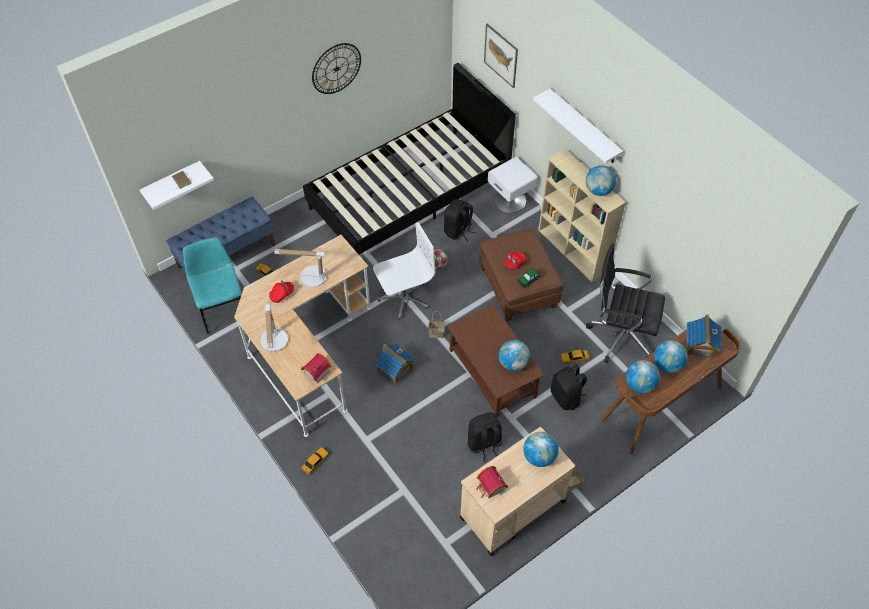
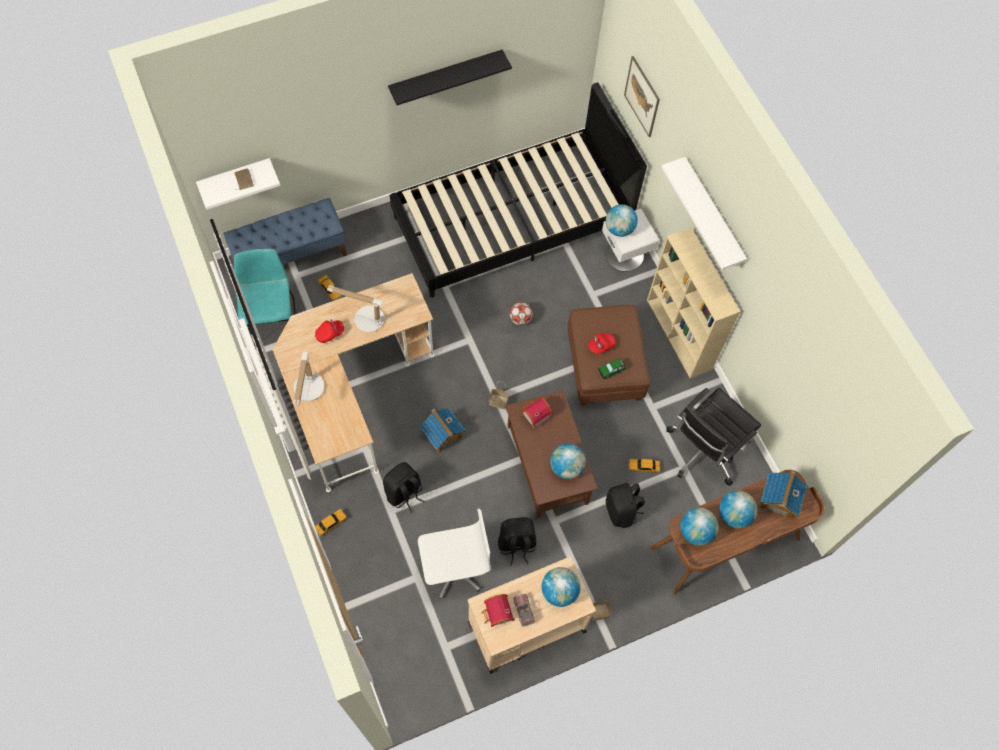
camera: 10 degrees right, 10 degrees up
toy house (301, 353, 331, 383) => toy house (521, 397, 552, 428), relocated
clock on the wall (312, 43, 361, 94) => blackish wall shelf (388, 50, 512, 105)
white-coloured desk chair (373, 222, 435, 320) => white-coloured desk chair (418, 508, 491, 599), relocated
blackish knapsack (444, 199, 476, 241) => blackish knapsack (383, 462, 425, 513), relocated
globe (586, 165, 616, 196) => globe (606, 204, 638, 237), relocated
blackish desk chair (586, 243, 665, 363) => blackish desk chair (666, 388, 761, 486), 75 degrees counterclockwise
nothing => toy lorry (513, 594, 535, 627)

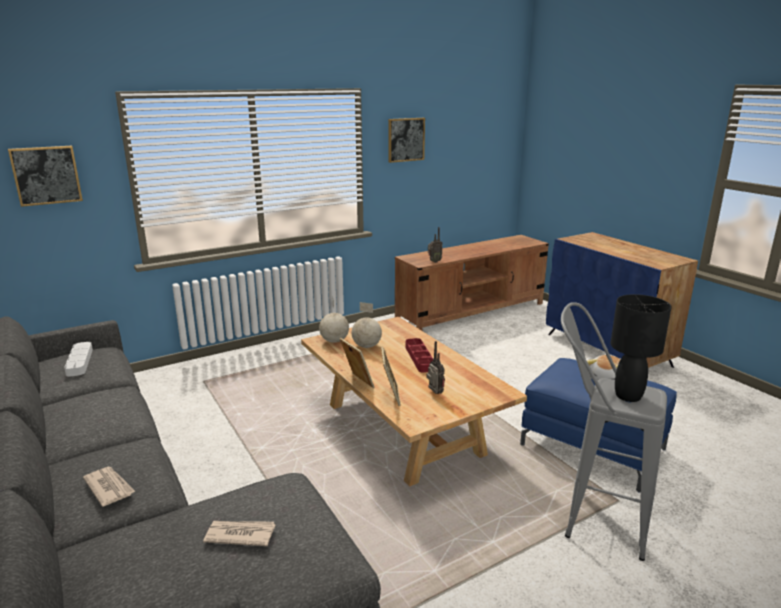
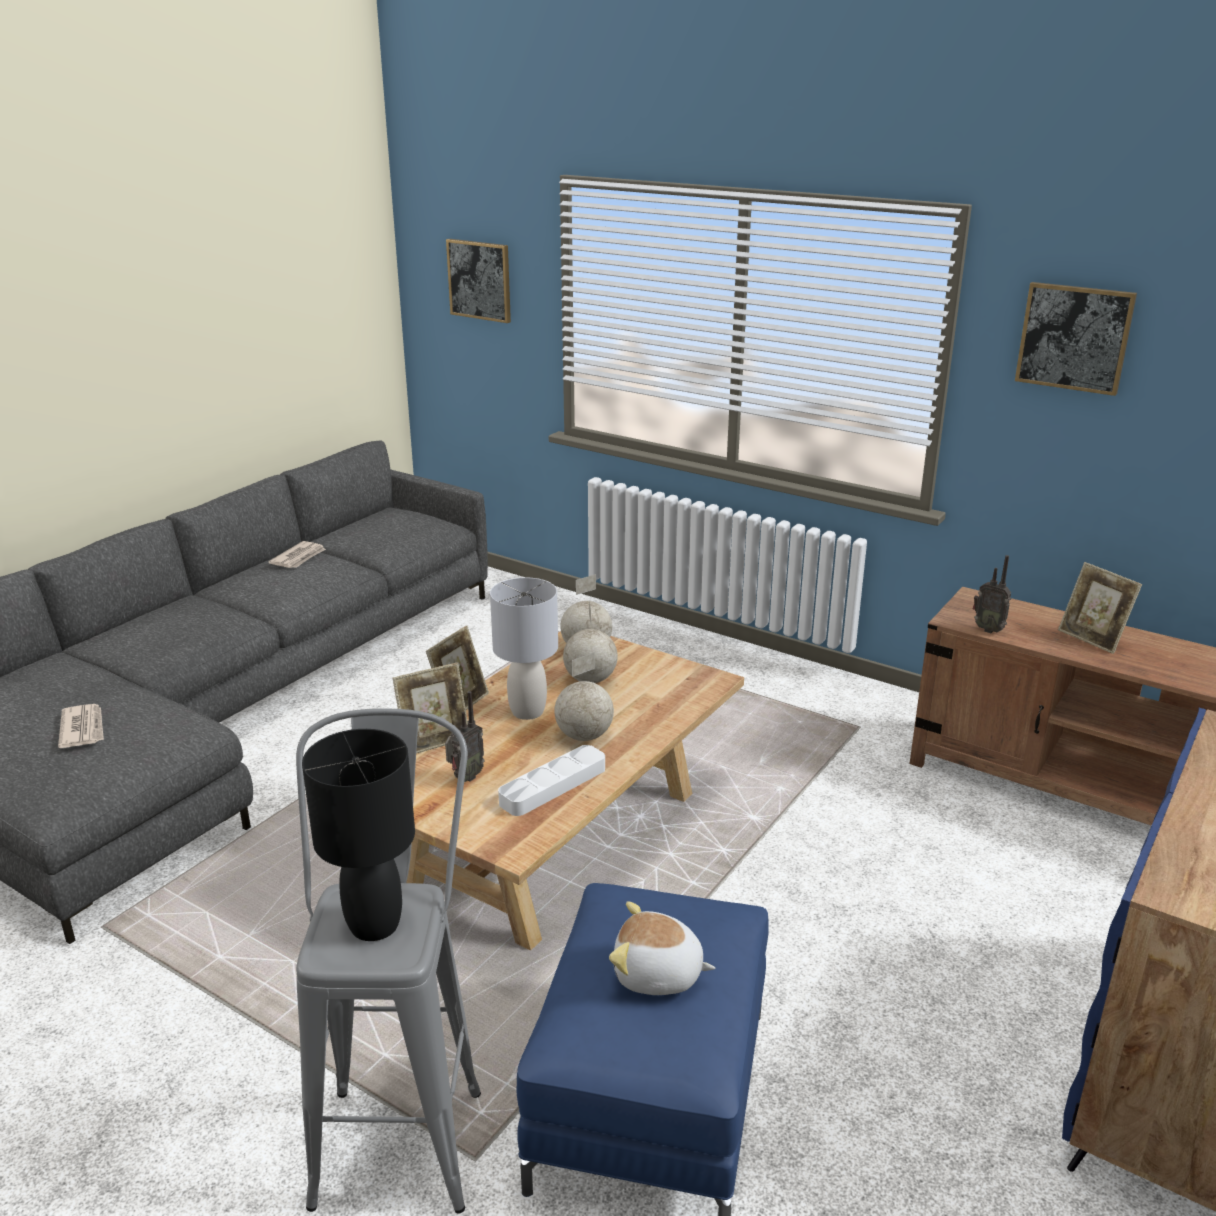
camera: 65 degrees right, 5 degrees up
white-coloured tray (64, 342, 93, 377) => white-coloured tray (498, 745, 605, 816), relocated
daily paper (83, 467, 135, 507) => daily paper (268, 541, 326, 568), relocated
red tray (406, 338, 433, 373) => globe (554, 652, 614, 741)
nothing => gray tabletop lamp (490, 577, 558, 720)
nothing => picture frame (1058, 562, 1142, 654)

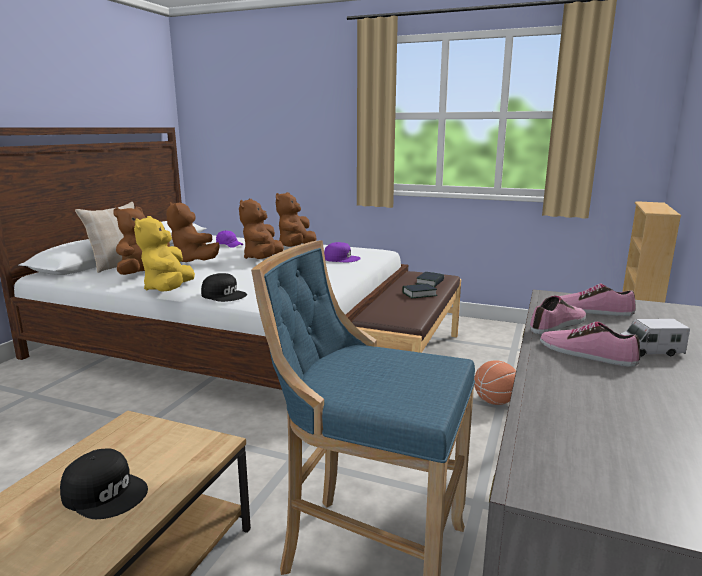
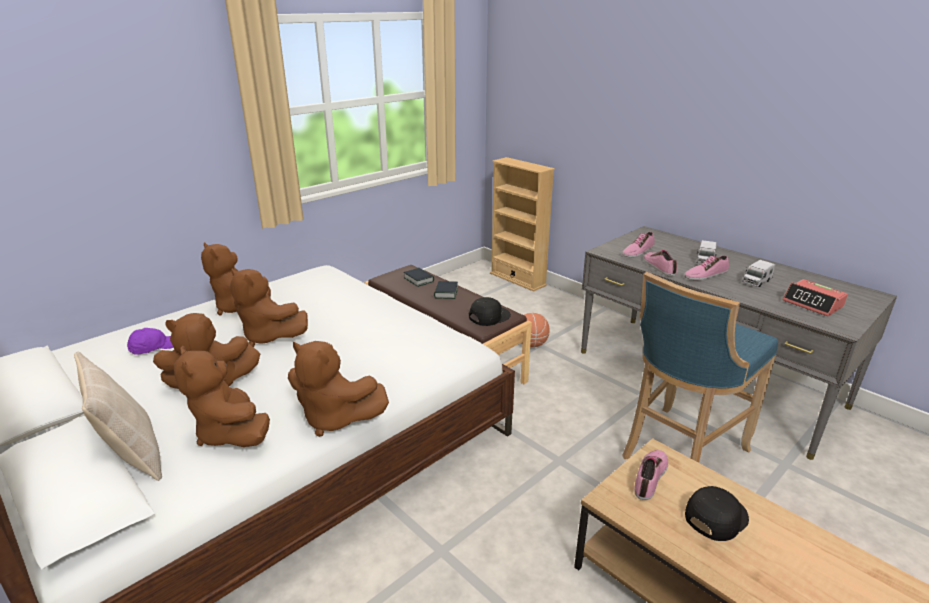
camera: 65 degrees left, 10 degrees up
yellow plush toy (134, 216, 195, 292) => brownish plush toy (288, 341, 389, 437)
blackish cap (201, 273, 247, 302) => blackish cap (469, 297, 511, 326), relocated
purple cap (324, 242, 361, 263) => nothing
nothing => low shoe (634, 450, 668, 500)
nothing => toy lorry (742, 260, 775, 287)
nothing => bedside clock (782, 279, 848, 316)

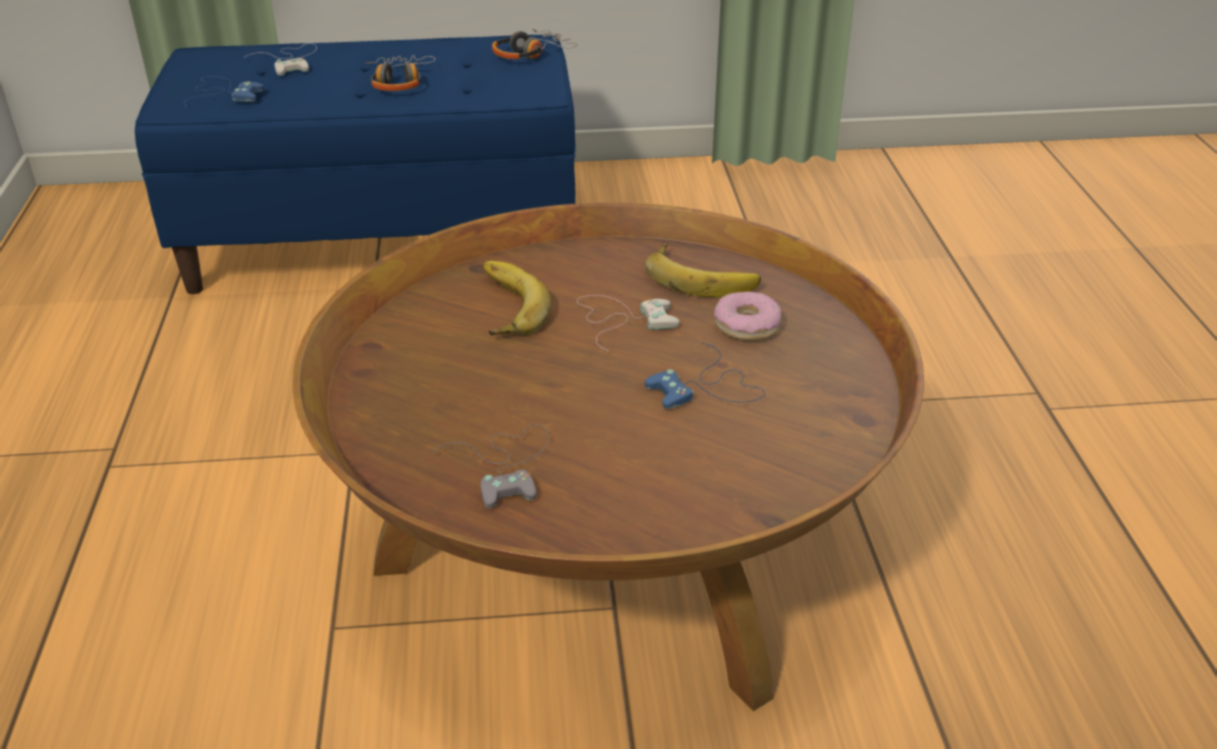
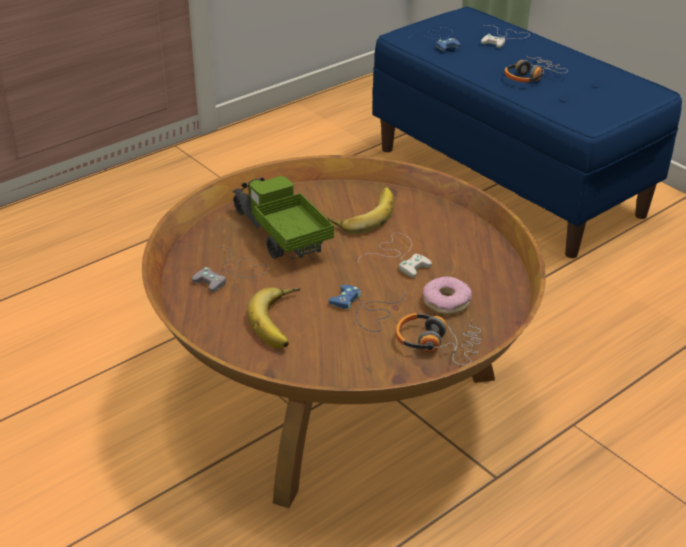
camera: 55 degrees right, 0 degrees up
headphones (492, 29, 578, 59) => headphones (396, 313, 481, 366), relocated
banana fruit (645, 242, 761, 298) => banana fruit (247, 287, 300, 348), relocated
nothing => toy lorry (232, 176, 334, 259)

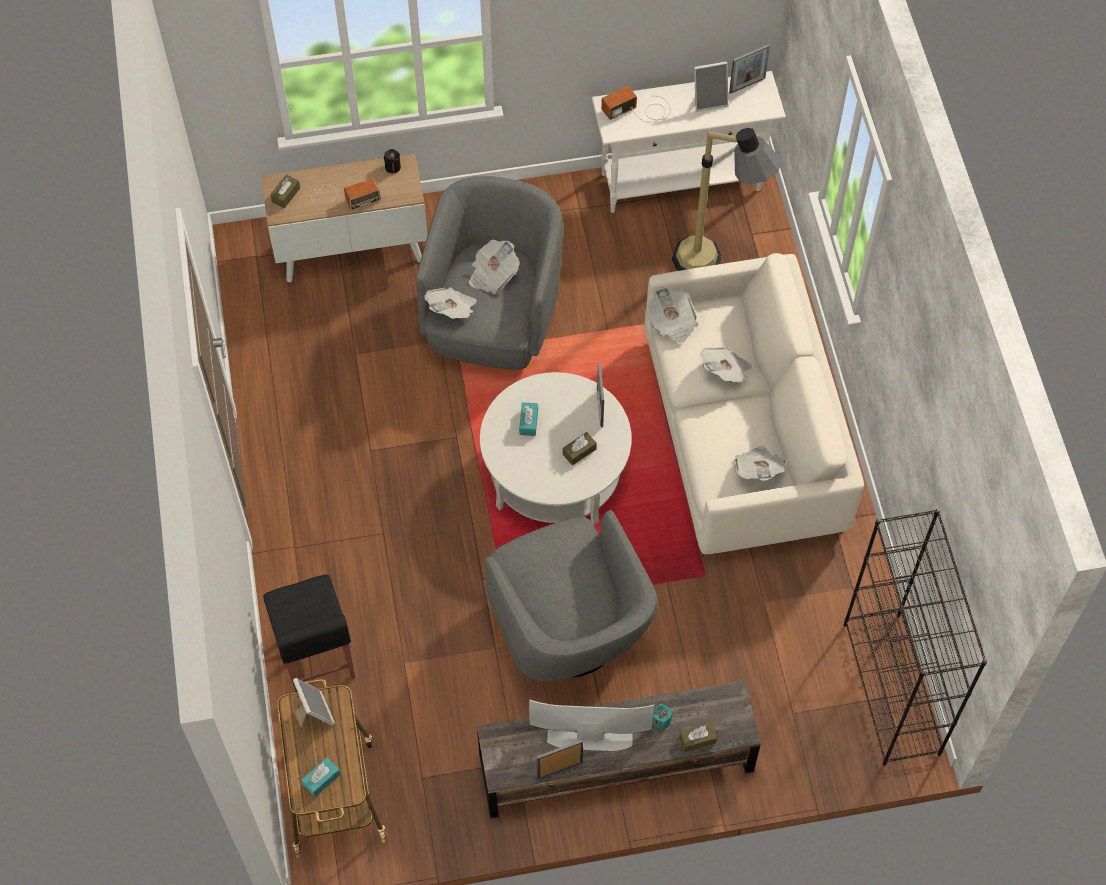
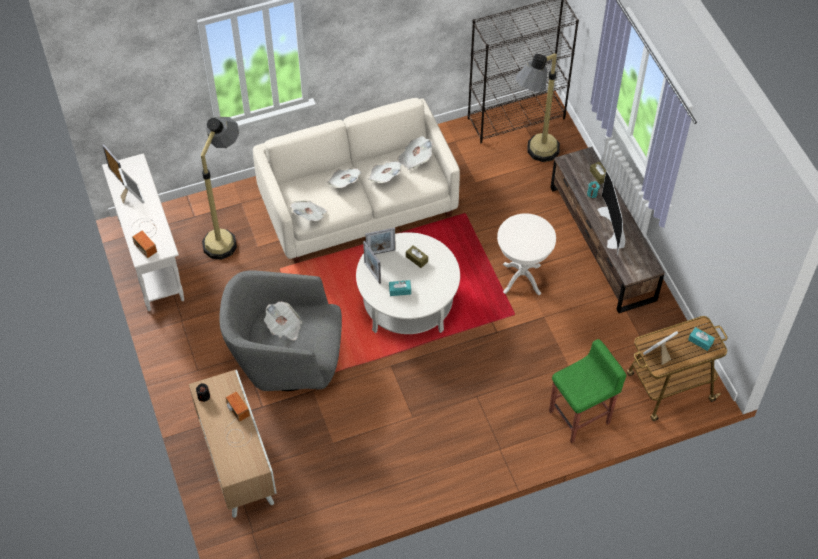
camera: 100 degrees left, 5 degrees down
blackish stool (263, 575, 355, 692) => greenish stool (549, 339, 626, 443)
brownish tissue holder (270, 175, 300, 208) => nothing
daily paper (424, 287, 477, 319) => daily paper (368, 161, 402, 183), relocated
gray easy chair (485, 510, 658, 681) => white-coloured side table (497, 213, 556, 295)
picture frame (537, 740, 583, 779) => picture frame (363, 241, 381, 284), relocated
nothing => standard lamp (516, 53, 560, 162)

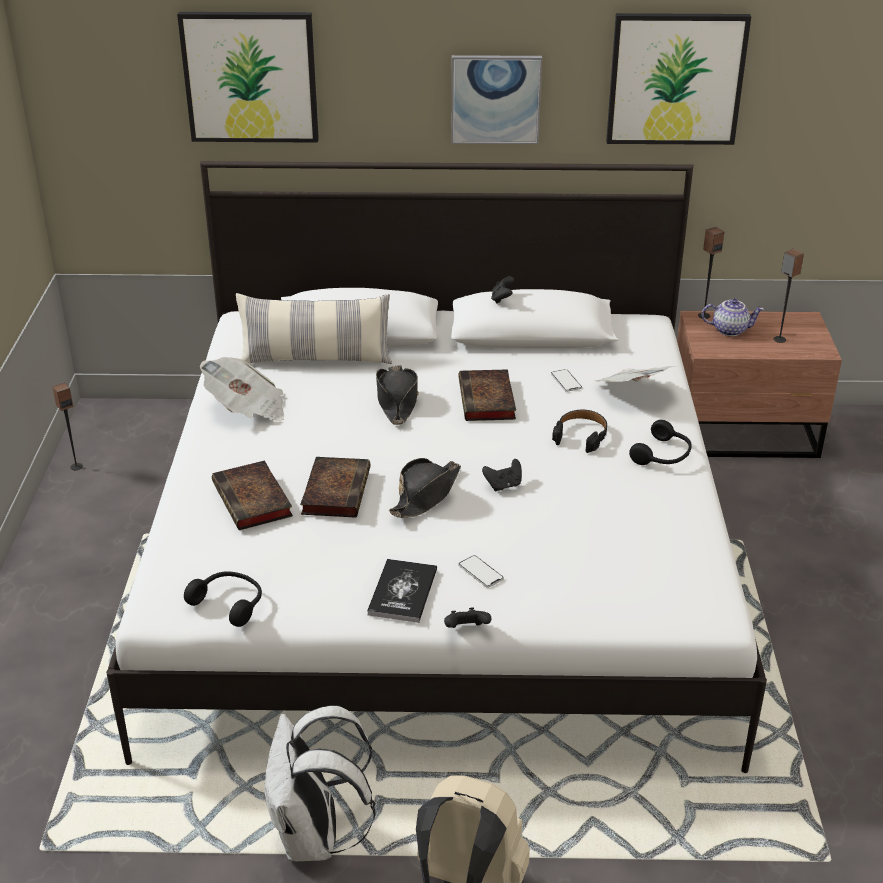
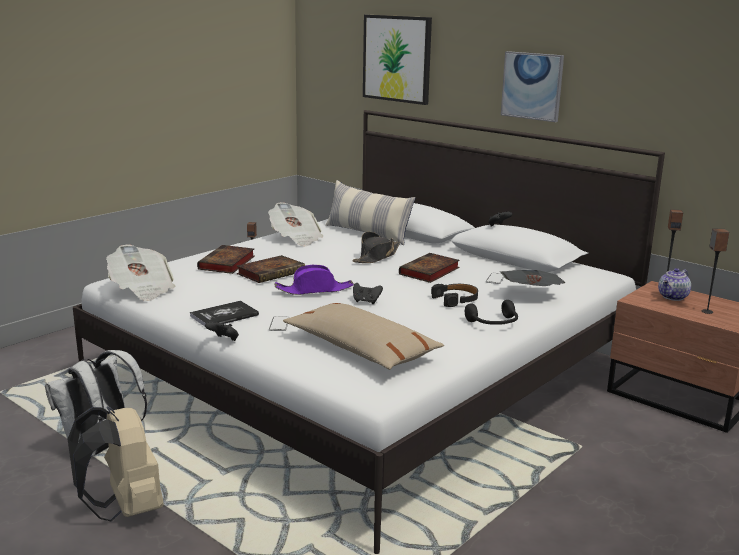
camera: 40 degrees right, 15 degrees down
blackish headphones (184, 571, 262, 627) => daily paper (106, 245, 176, 301)
blackish wearable hat (389, 458, 461, 518) => purple wearable hat (274, 265, 354, 295)
wall picture (606, 13, 751, 145) => nothing
tea pot (702, 299, 764, 336) => tea pot (658, 268, 691, 301), 90 degrees clockwise
nothing => beige throw pillow (283, 303, 444, 370)

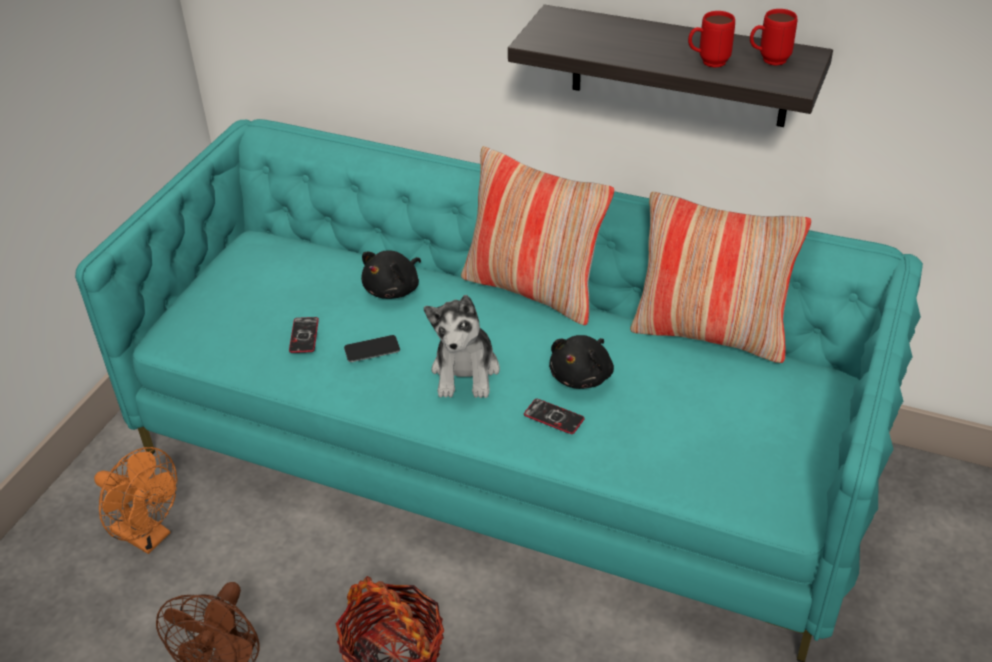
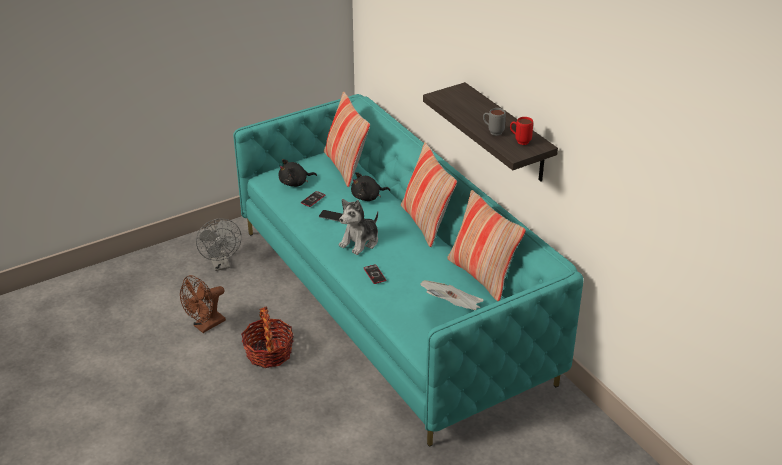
camera: 35 degrees right, 5 degrees down
orange-coloured electric fan (94, 447, 177, 554) => gray electric fan (196, 218, 242, 271)
blackish plush toy (549, 335, 614, 389) => blackish plush toy (279, 159, 317, 187), relocated
red mug (688, 11, 735, 68) => gray mug (483, 108, 506, 136)
nothing => throw pillow (324, 91, 370, 187)
nothing => daily paper (421, 280, 484, 310)

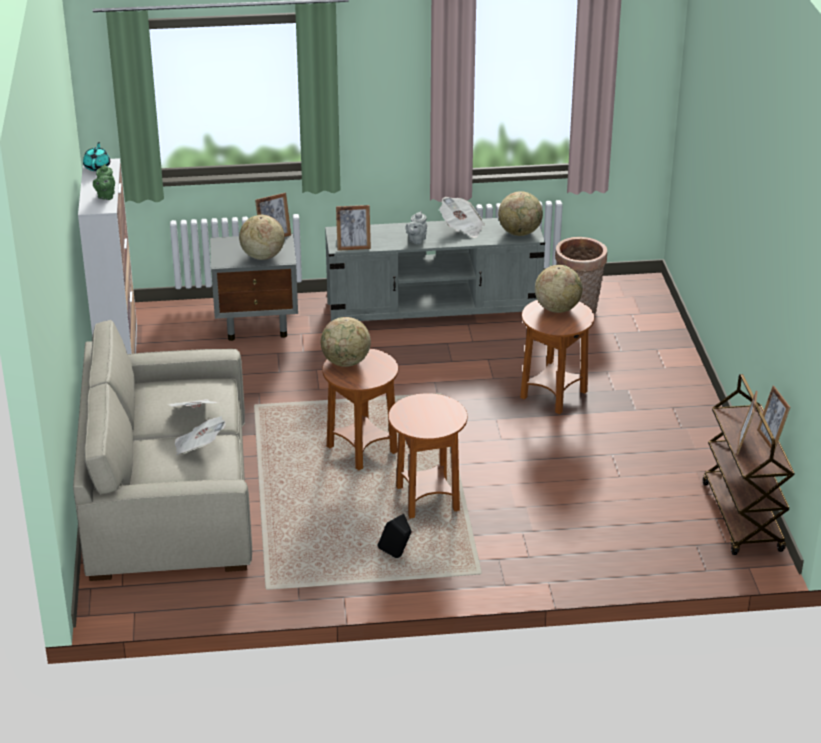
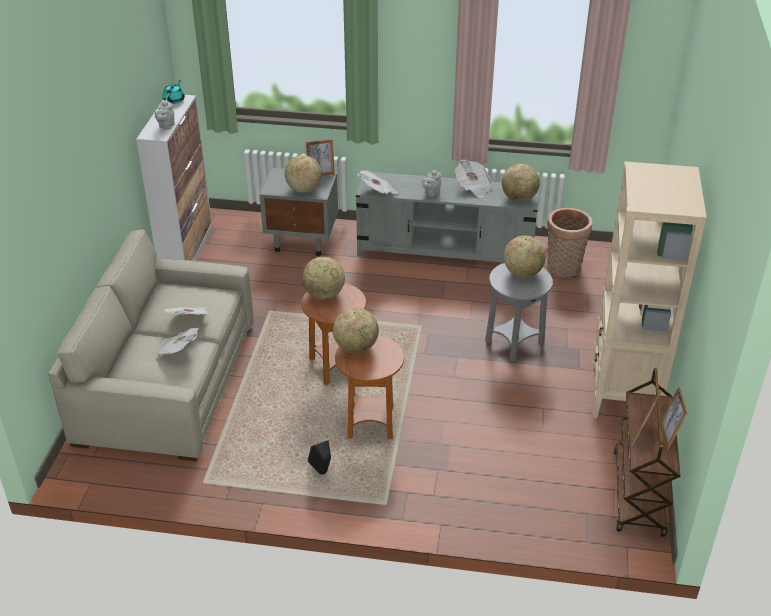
camera: 15 degrees right, 5 degrees up
greenish tea pot (93, 164, 115, 200) => gray tea pot (155, 99, 175, 130)
picture frame (336, 205, 371, 251) => daily paper (357, 170, 398, 194)
brownish side table (520, 300, 594, 414) => gray side table (485, 263, 553, 362)
nothing => globe (333, 308, 379, 353)
nothing => beige bookshelf (593, 161, 707, 418)

